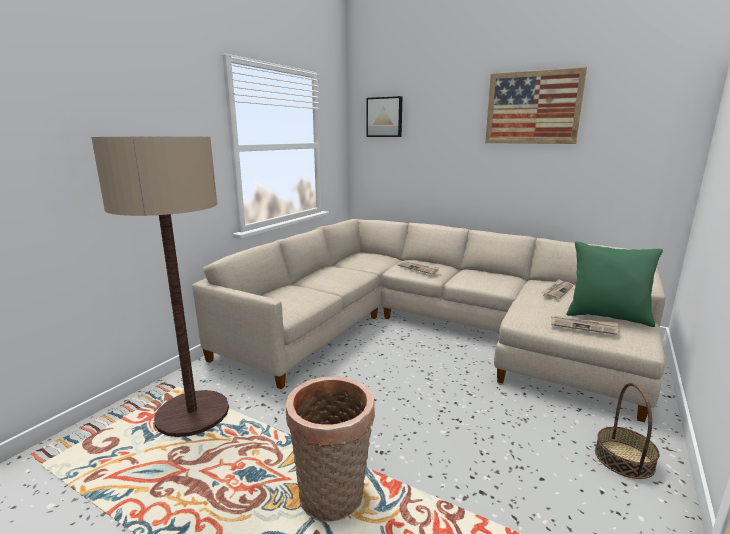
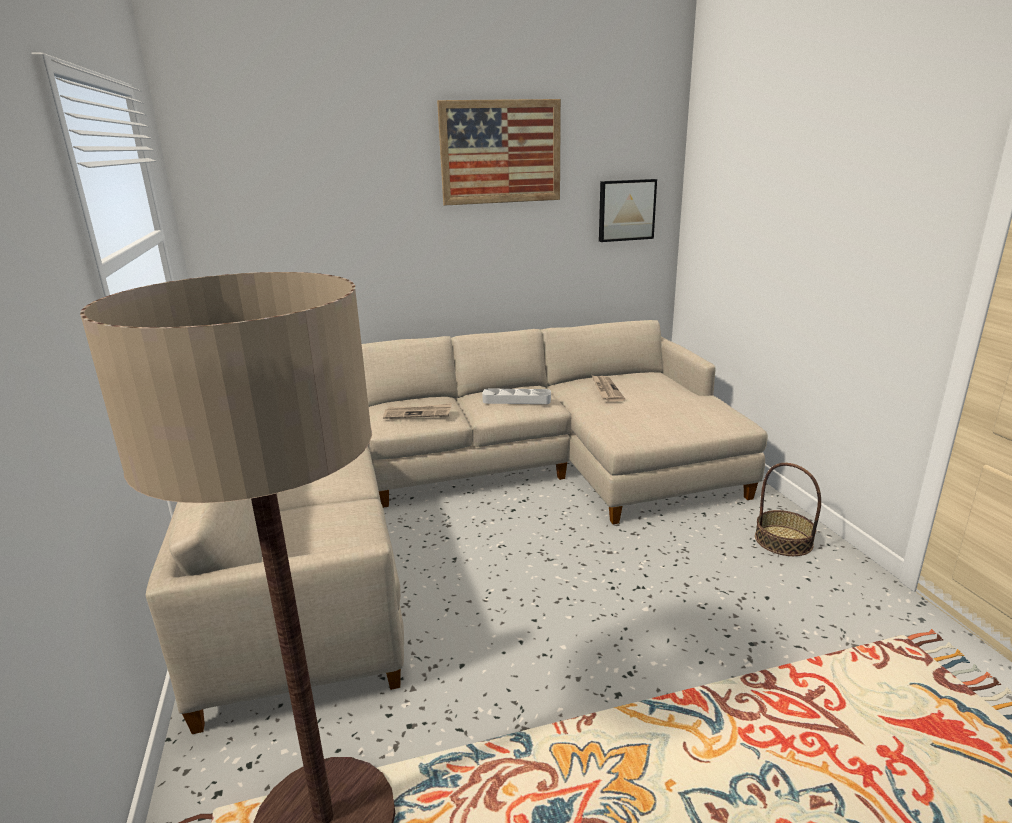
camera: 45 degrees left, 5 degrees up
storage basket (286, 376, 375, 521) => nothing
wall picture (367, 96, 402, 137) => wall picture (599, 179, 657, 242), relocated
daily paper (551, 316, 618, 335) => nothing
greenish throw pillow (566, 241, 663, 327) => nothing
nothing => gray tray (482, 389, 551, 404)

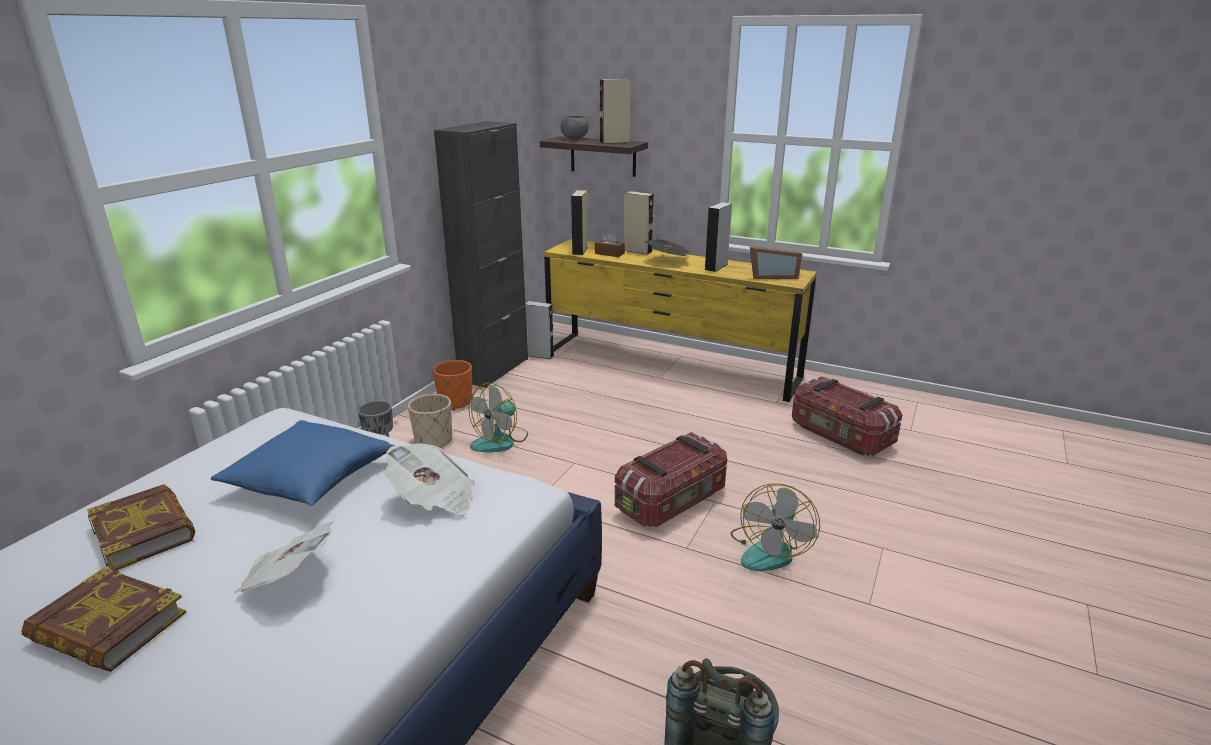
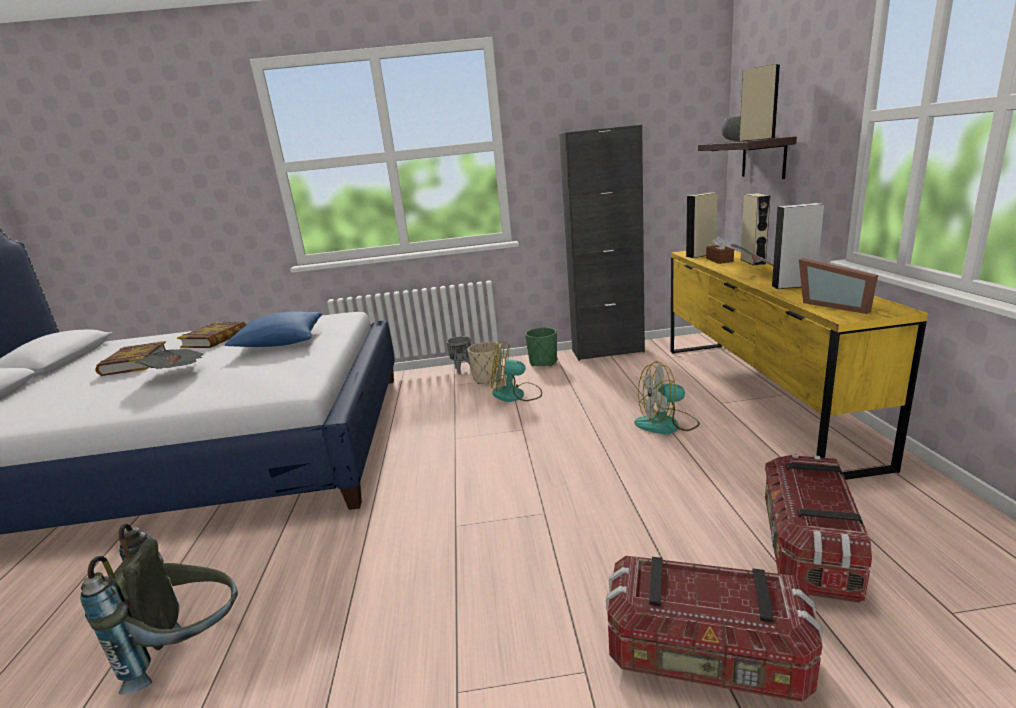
camera: 60 degrees right, 5 degrees down
daily paper (384, 443, 475, 516) => nothing
orange-coloured flower pot (433, 360, 472, 410) => greenish flower pot (525, 327, 557, 367)
gray audio speaker (525, 301, 554, 359) => nothing
storage bin (615, 432, 727, 527) => storage bin (606, 556, 823, 702), relocated
electric fan (731, 483, 820, 571) => electric fan (635, 361, 700, 434), relocated

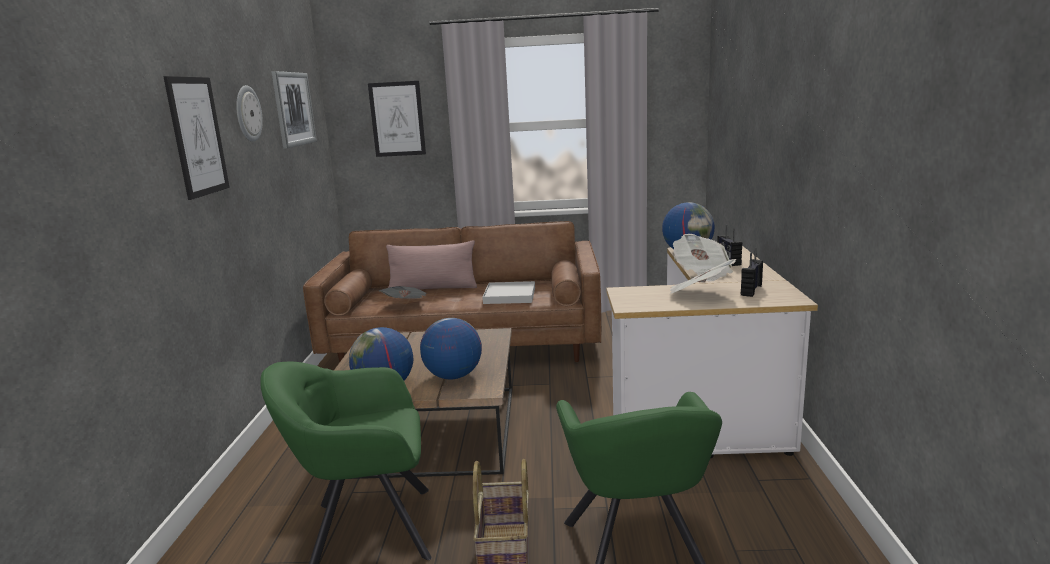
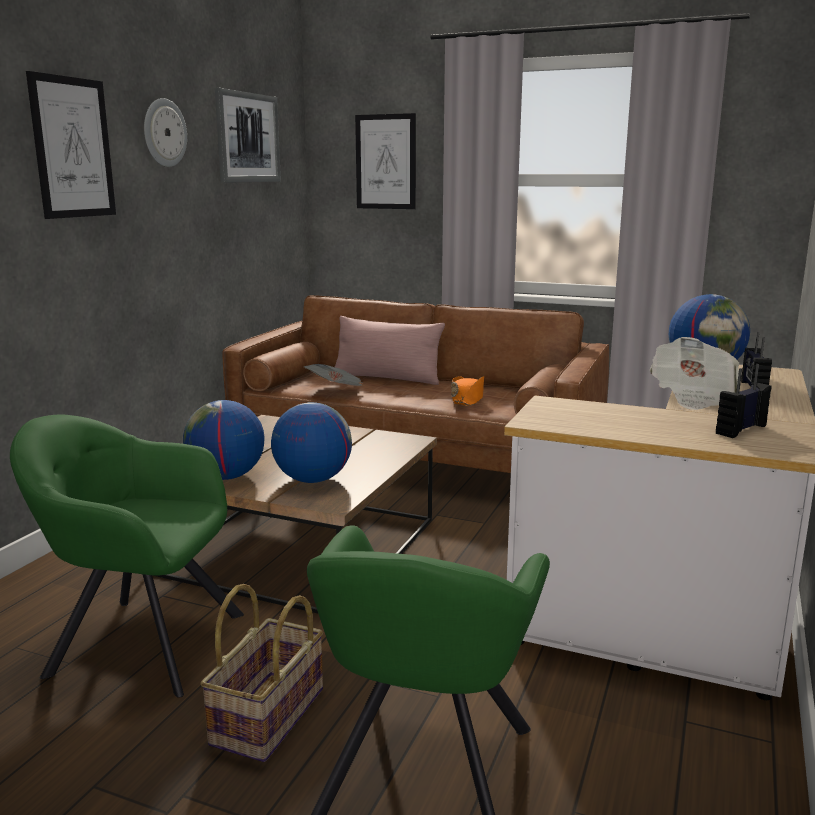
camera: 20 degrees right, 0 degrees up
white-coloured tray (483, 281, 535, 304) => orange-coloured wearable hat (451, 376, 484, 406)
daily paper (669, 259, 736, 295) => nothing

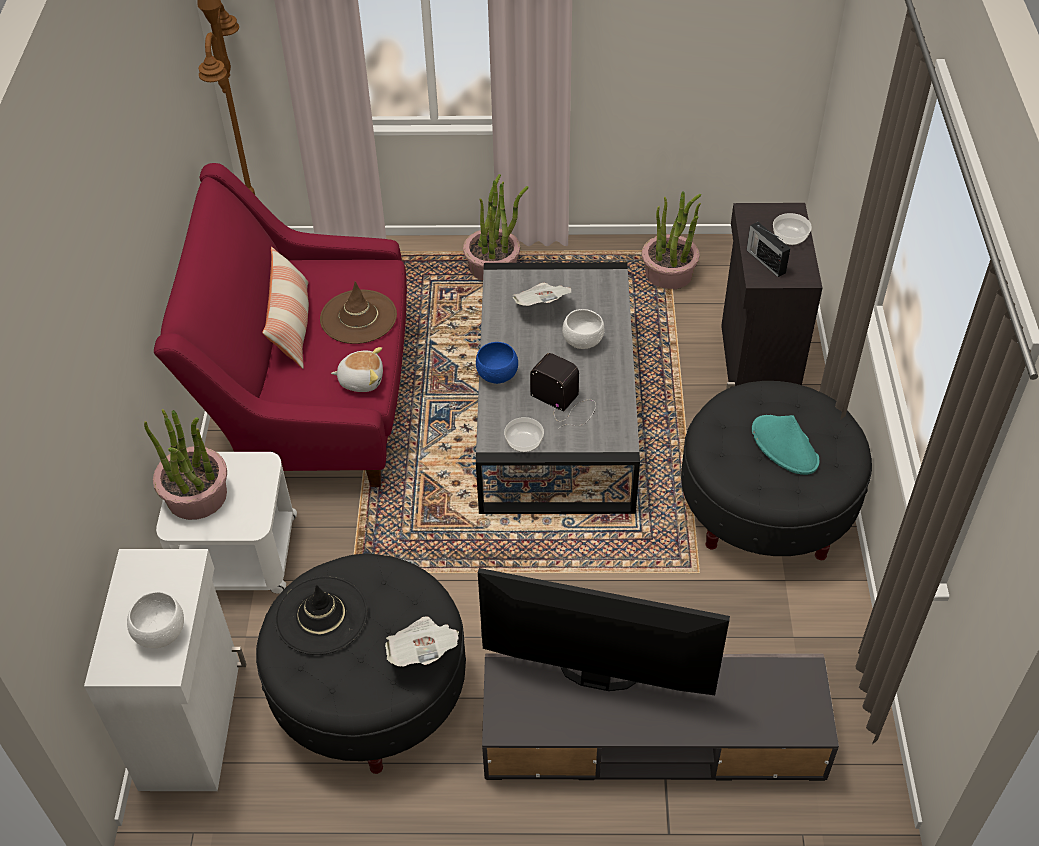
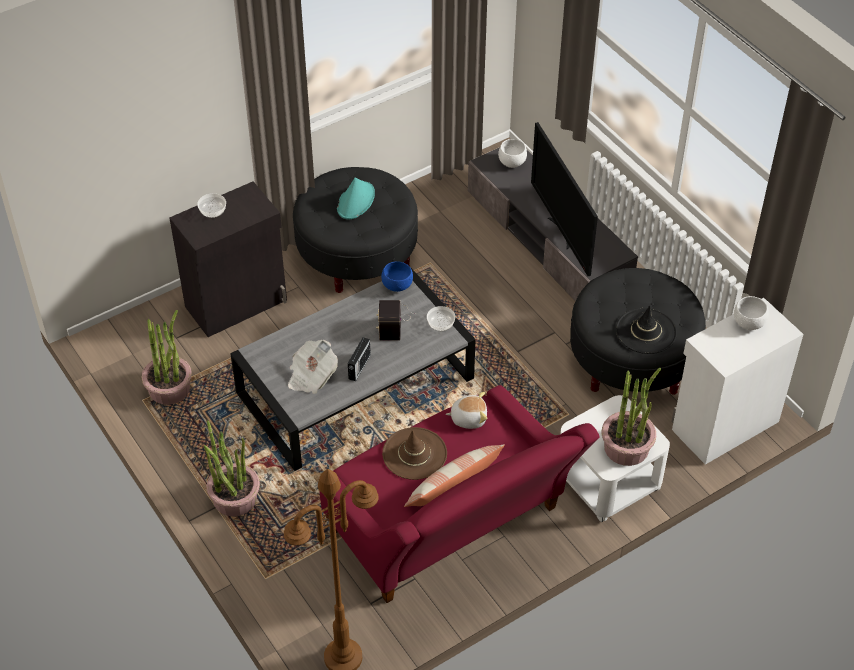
camera: 125 degrees left, 0 degrees up
plush toy (331, 347, 383, 392) => plush toy (446, 392, 487, 429), 120 degrees clockwise
daily paper (385, 616, 459, 667) => nothing
blue bowl (476, 342, 518, 384) => blue bowl (381, 261, 413, 292), relocated
white-coloured bowl (562, 309, 604, 349) => white-coloured bowl (498, 139, 527, 168), relocated
radio receiver (747, 222, 790, 277) => radio receiver (348, 337, 371, 381), relocated

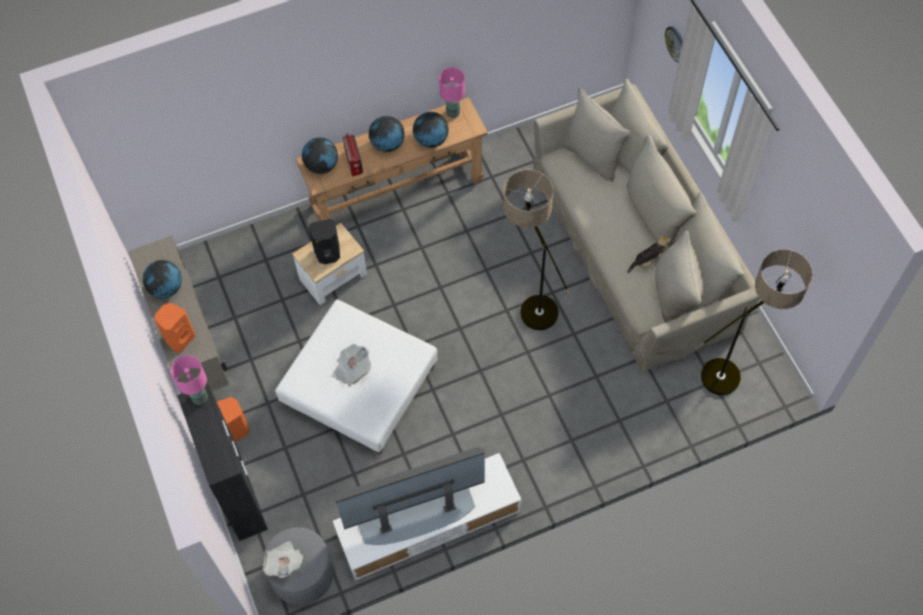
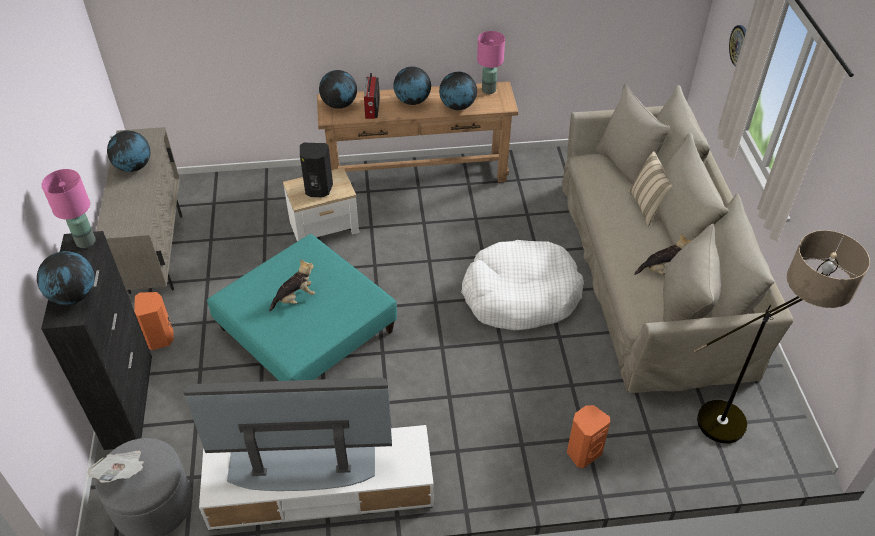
camera: 15 degrees right, 15 degrees down
orange-coloured audio speaker (154, 303, 195, 353) => orange-coloured audio speaker (567, 405, 610, 468), relocated
white-coloured pouffe (275, 299, 437, 454) => turquoise pouffe (207, 234, 397, 381)
daily paper (332, 344, 371, 387) => plush toy (269, 259, 315, 312)
standard lamp (503, 169, 572, 330) => white-coloured pet bed (461, 240, 584, 331)
nothing => globe (37, 251, 94, 305)
nothing => beige throw pillow (628, 151, 672, 227)

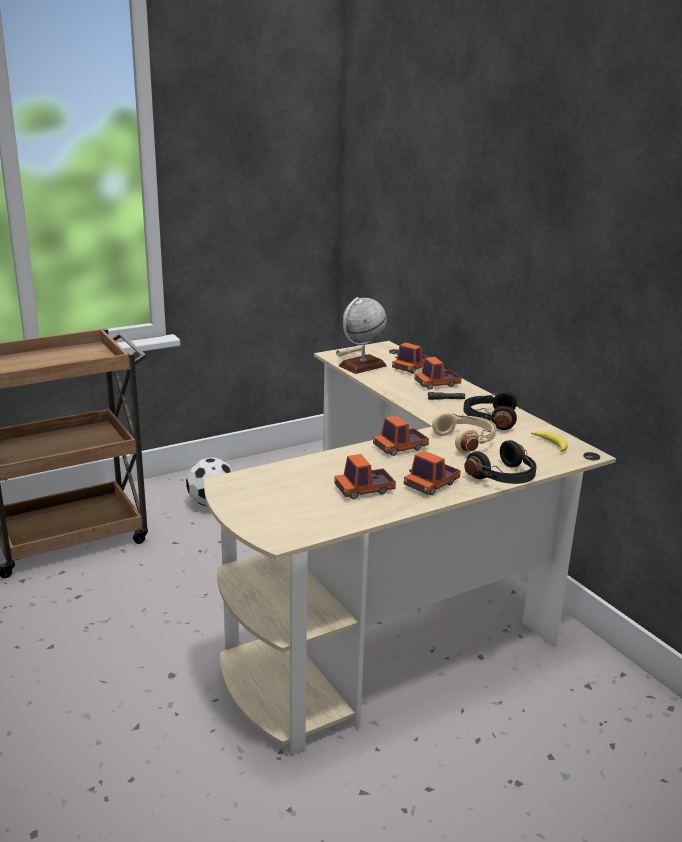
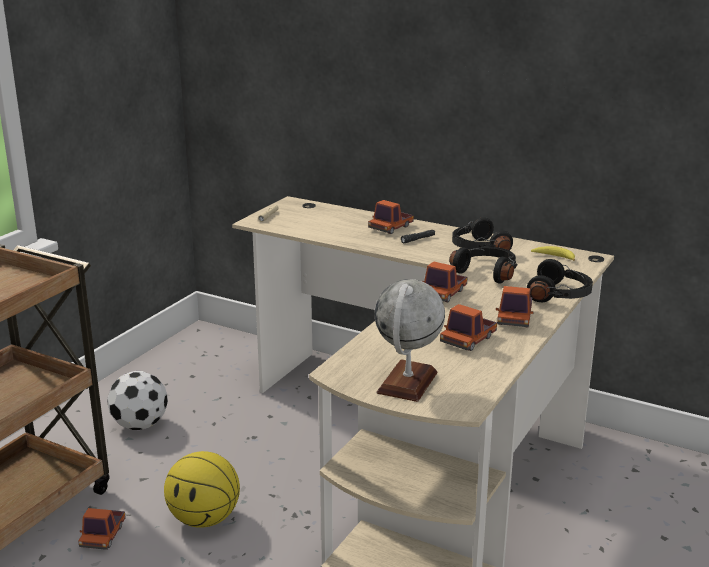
camera: 30 degrees left, 0 degrees up
globe (339, 297, 387, 374) => globe (375, 279, 445, 402), relocated
toy lorry (392, 343, 431, 374) => toy lorry (78, 508, 126, 550), relocated
beige headphones (432, 411, 496, 453) => blackish headphones (449, 247, 518, 284)
nothing => ball for basketball (164, 451, 240, 528)

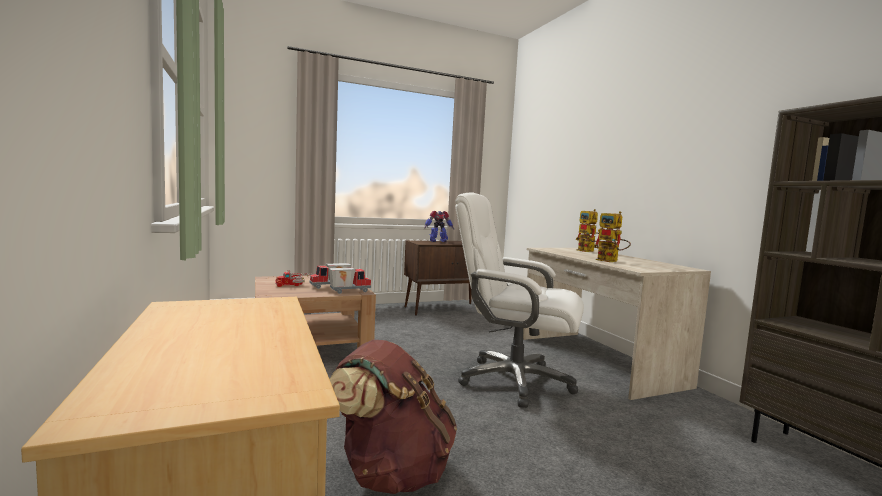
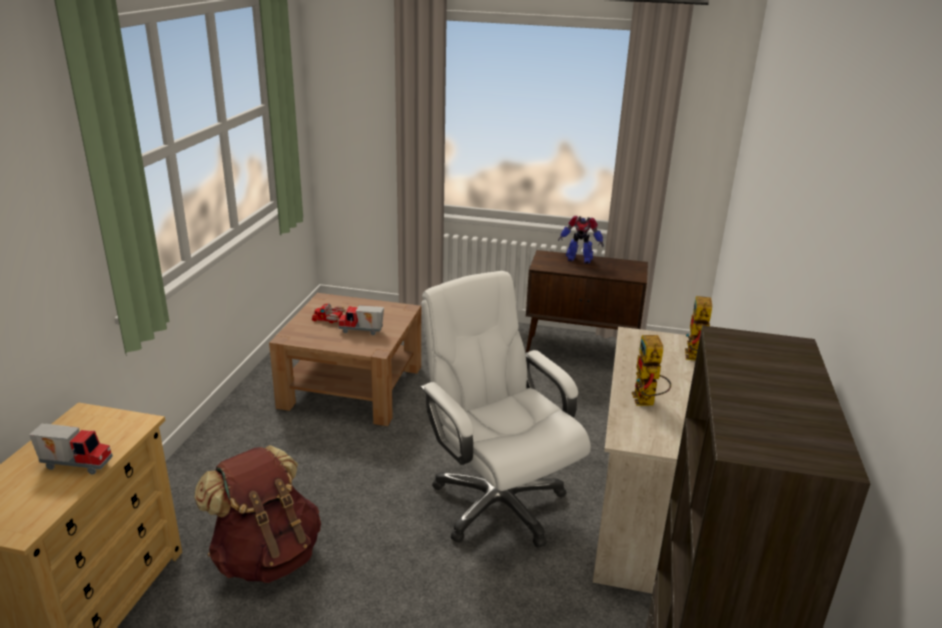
camera: 35 degrees right, 20 degrees up
toy lorry (329, 268, 371, 294) => toy lorry (29, 424, 113, 475), relocated

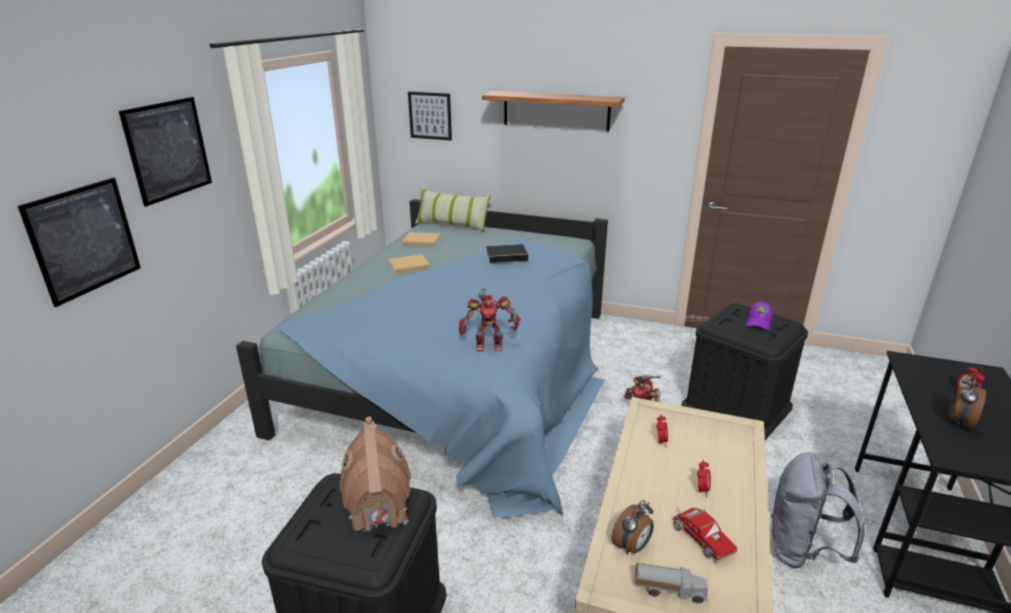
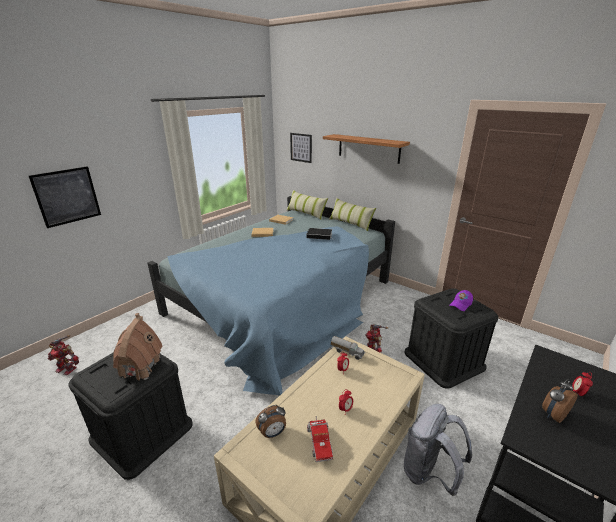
camera: 20 degrees right, 0 degrees up
wall picture (119, 97, 212, 207) => nothing
model robot (459, 288, 521, 351) => model robot (48, 335, 79, 375), relocated
toy lorry (635, 563, 708, 603) => toy lorry (331, 336, 365, 360), relocated
nothing => throw pillow (329, 198, 376, 231)

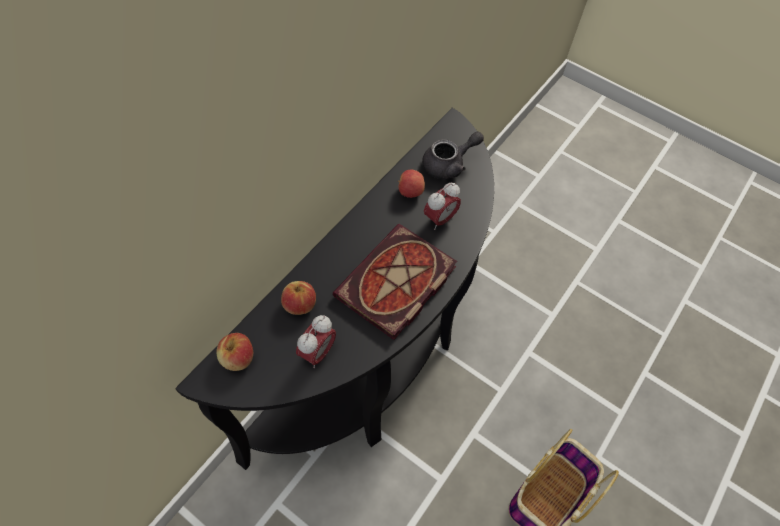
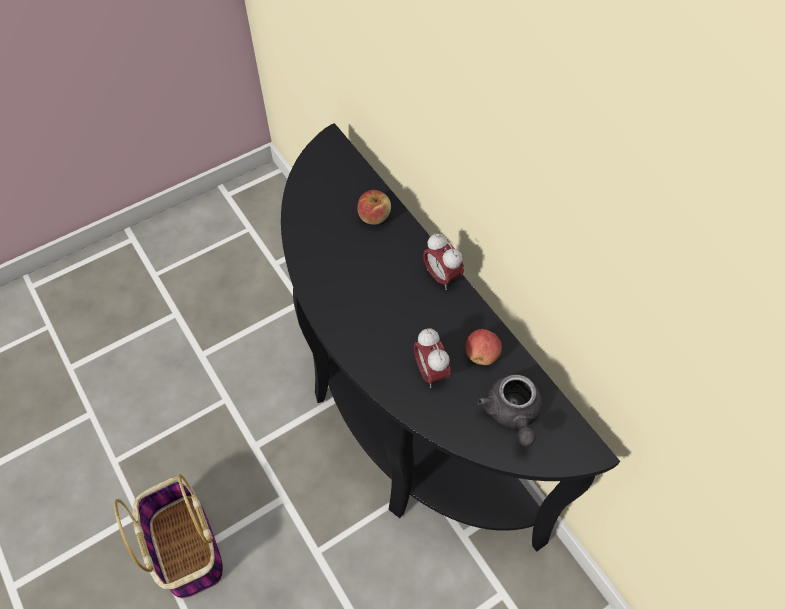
camera: 115 degrees right, 0 degrees up
apple fruit (216, 333, 253, 371) => nothing
bedside clock (296, 315, 336, 368) => bedside clock (423, 234, 464, 290), relocated
bound book (333, 224, 457, 340) => nothing

